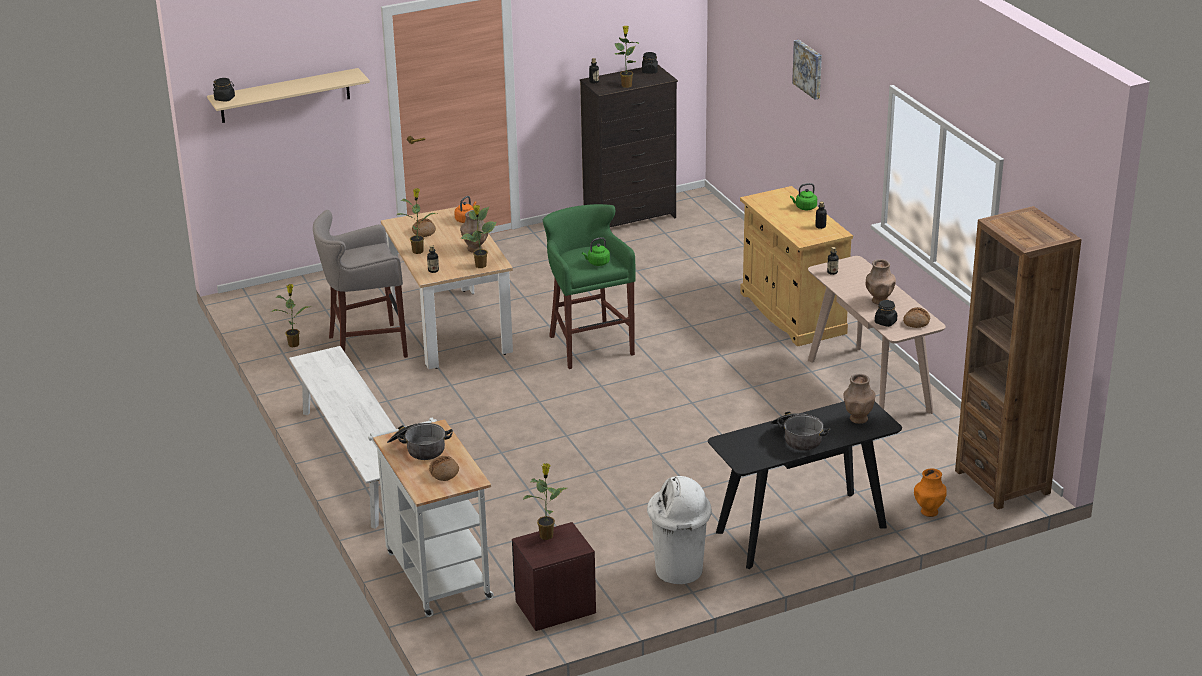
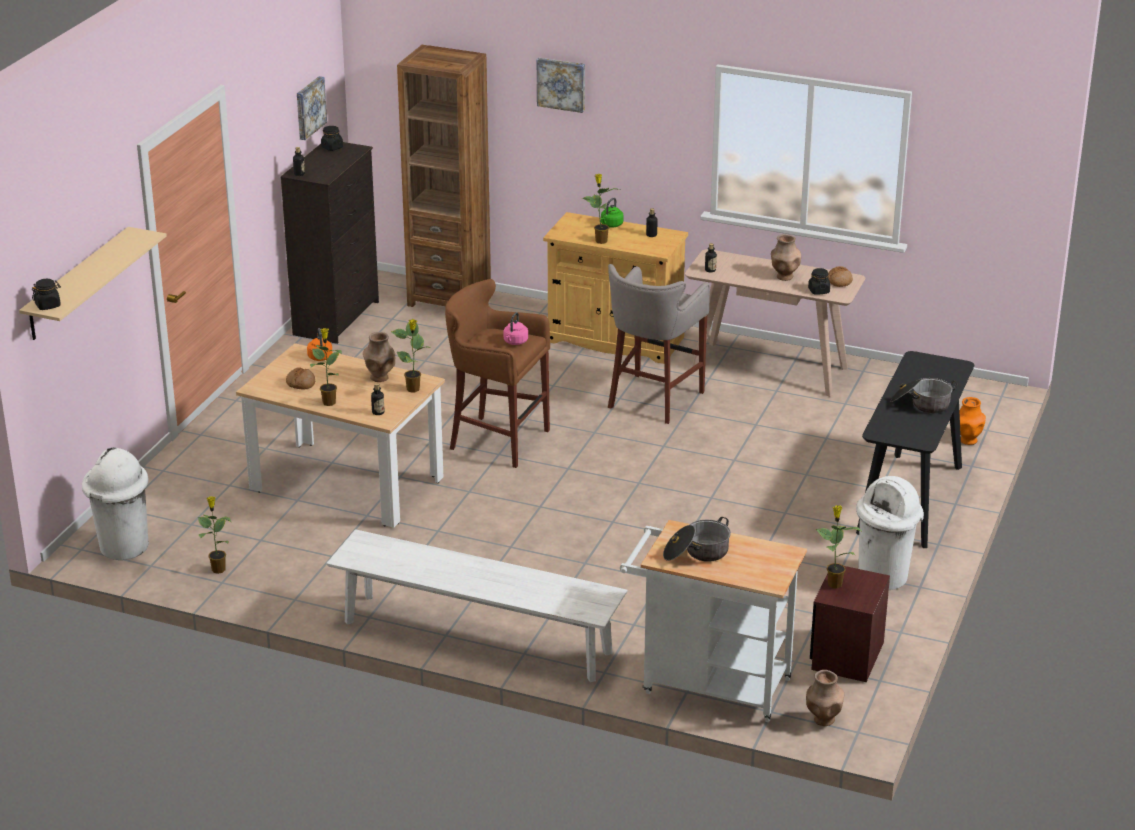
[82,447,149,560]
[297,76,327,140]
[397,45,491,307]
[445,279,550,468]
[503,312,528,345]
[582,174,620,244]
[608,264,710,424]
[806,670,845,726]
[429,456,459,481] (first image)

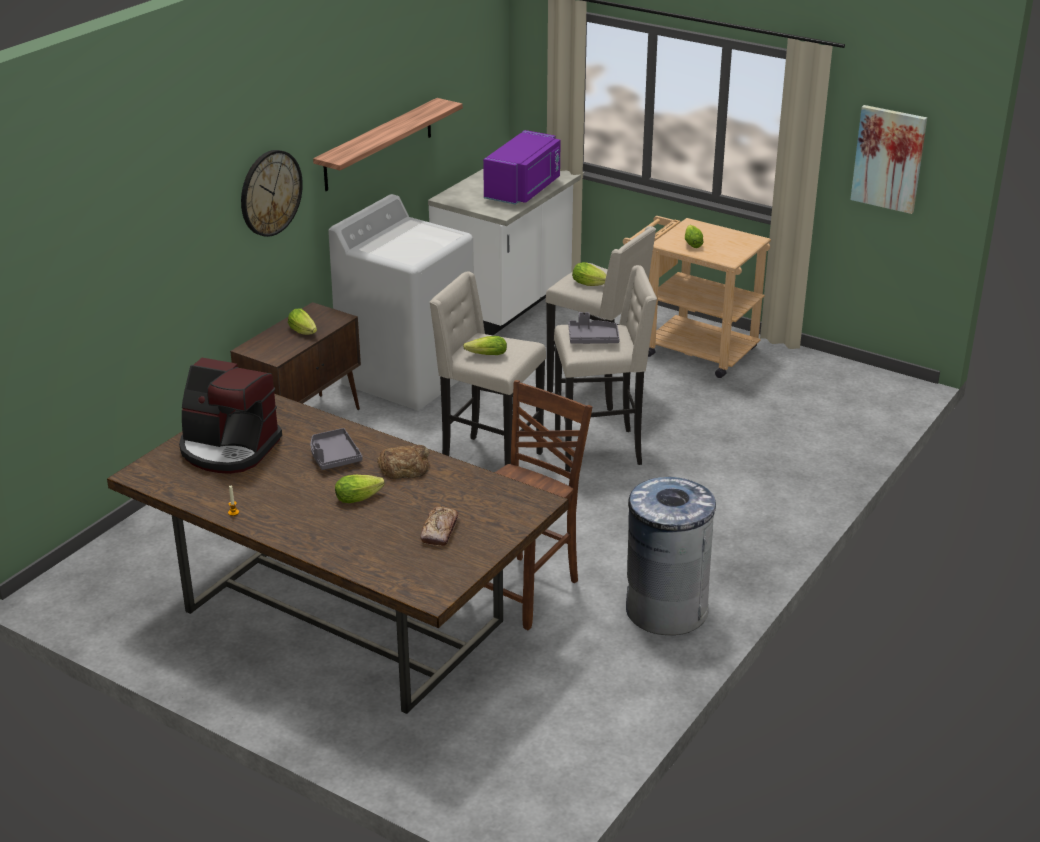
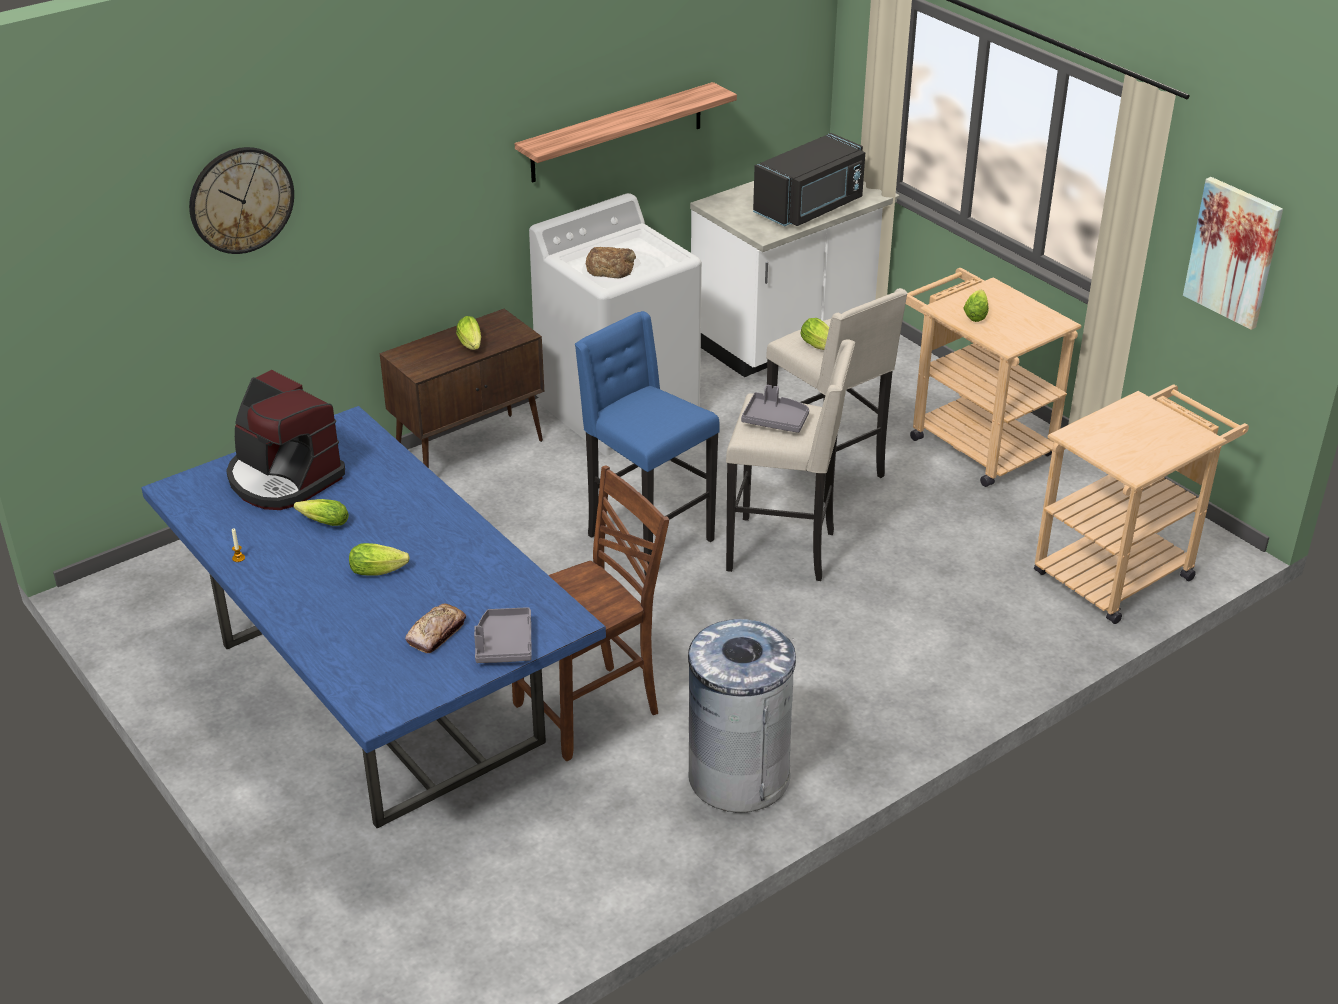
[141,406,606,829]
[189,147,294,254]
[294,499,349,526]
[474,607,532,663]
[575,311,720,576]
[585,247,636,278]
[753,133,865,227]
[1034,385,1249,624]

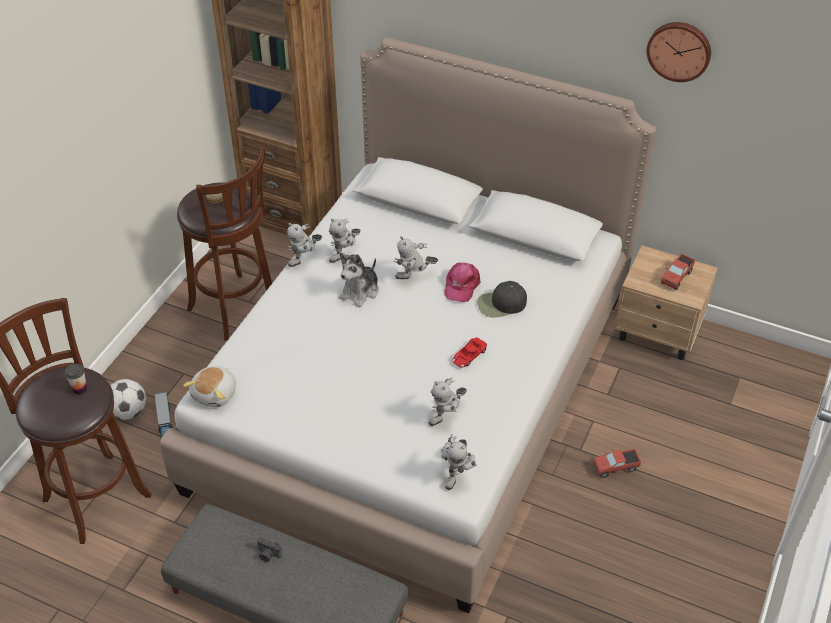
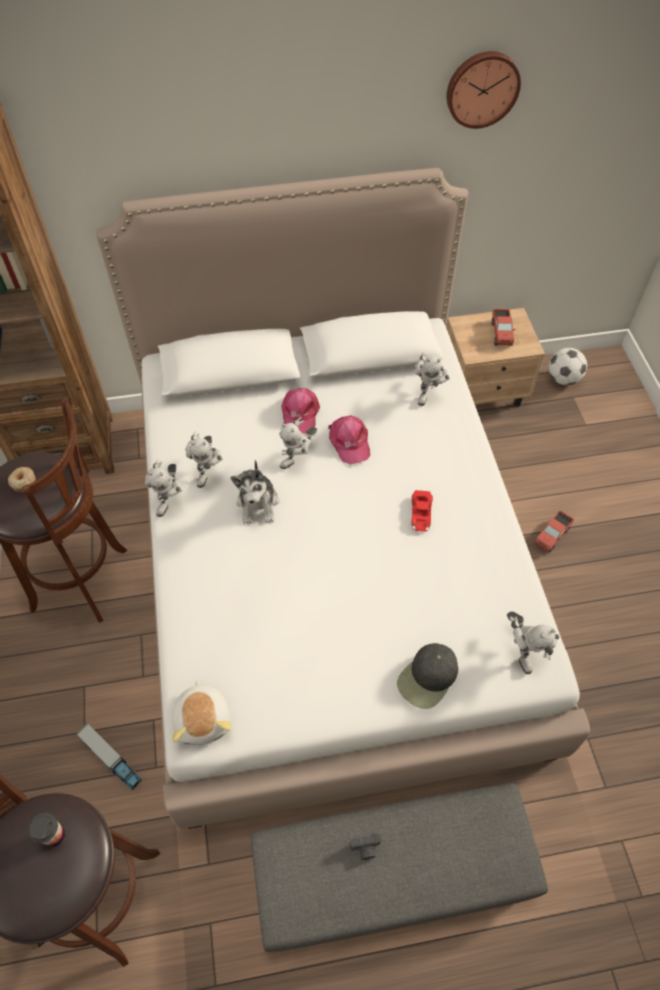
[281,388,320,434]
[397,643,458,709]
[415,353,450,406]
[549,348,587,385]

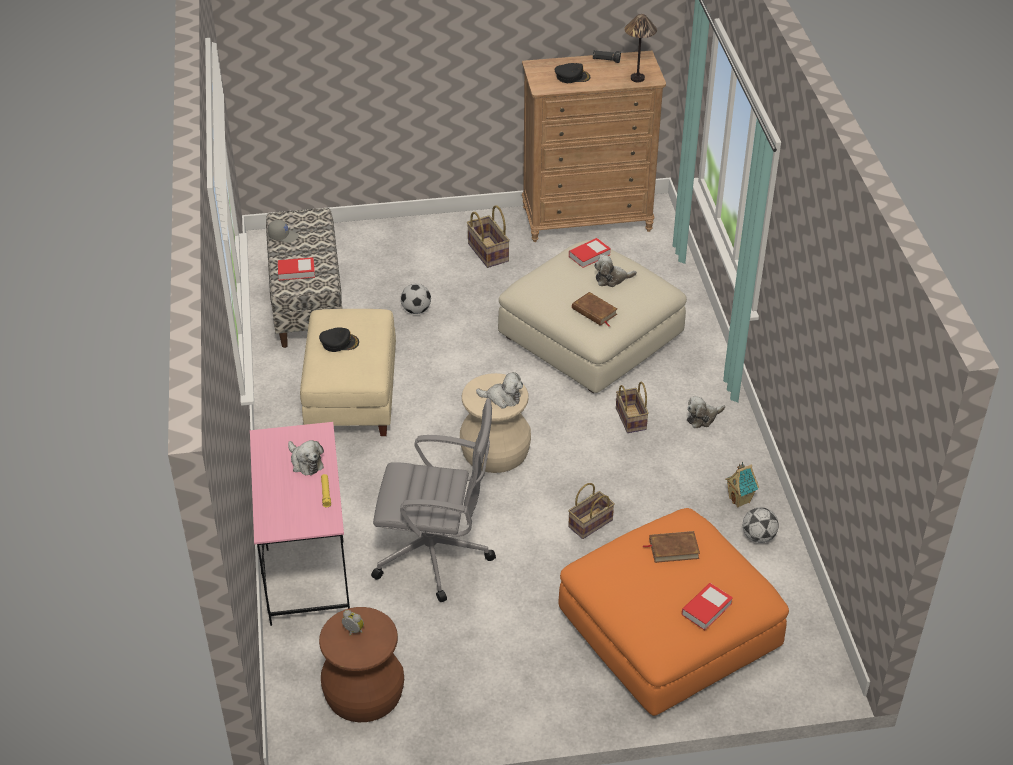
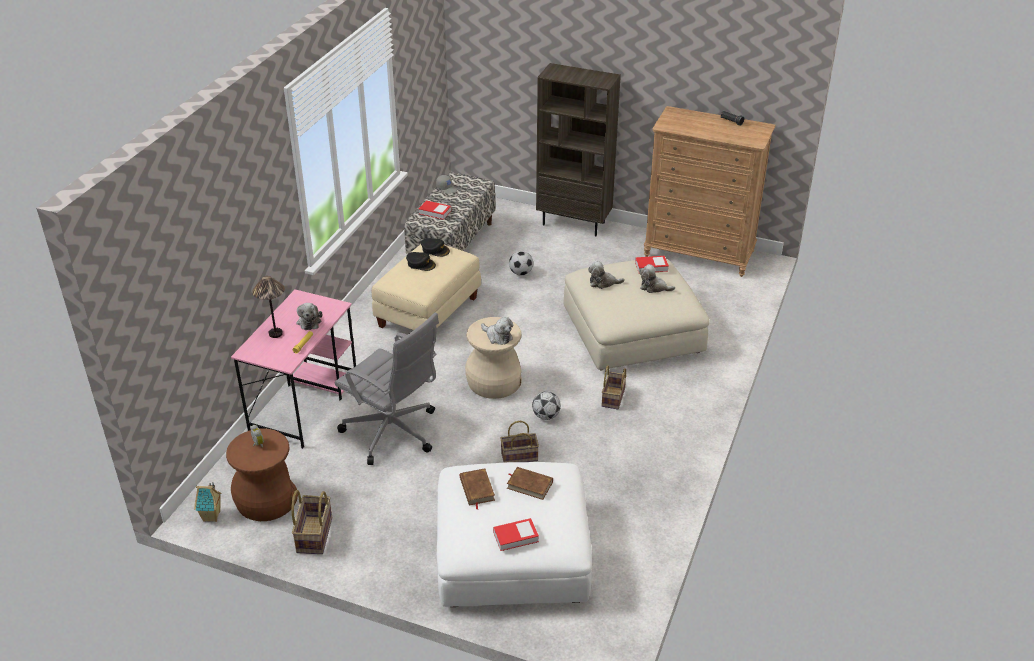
[194,482,222,522]
[252,276,285,338]
[291,490,332,554]
[421,238,450,257]
[437,462,592,607]
[460,468,495,510]
[532,391,561,420]
[536,63,621,236]
[588,261,625,289]

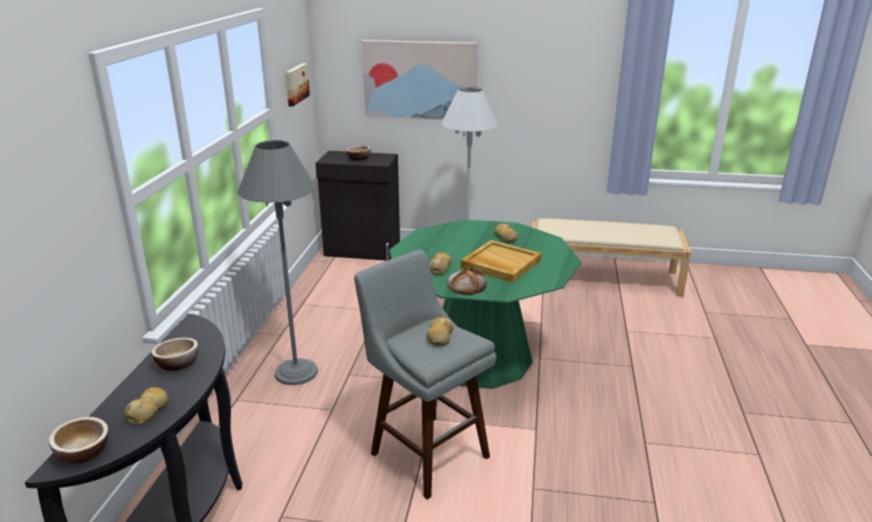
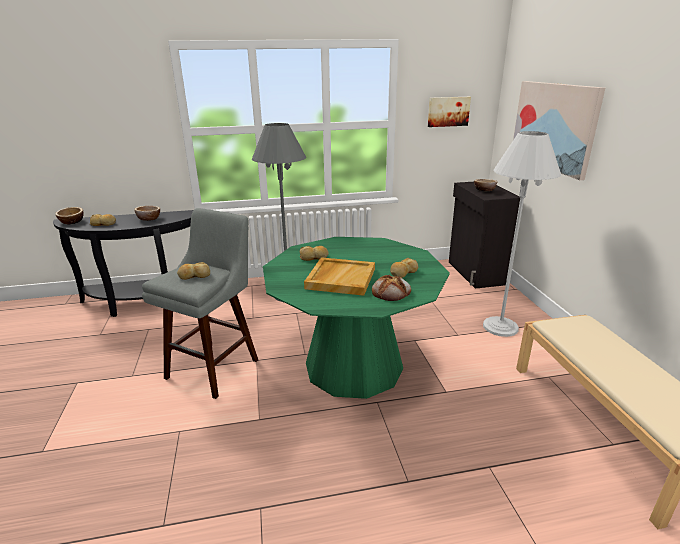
[372,275,411,301]

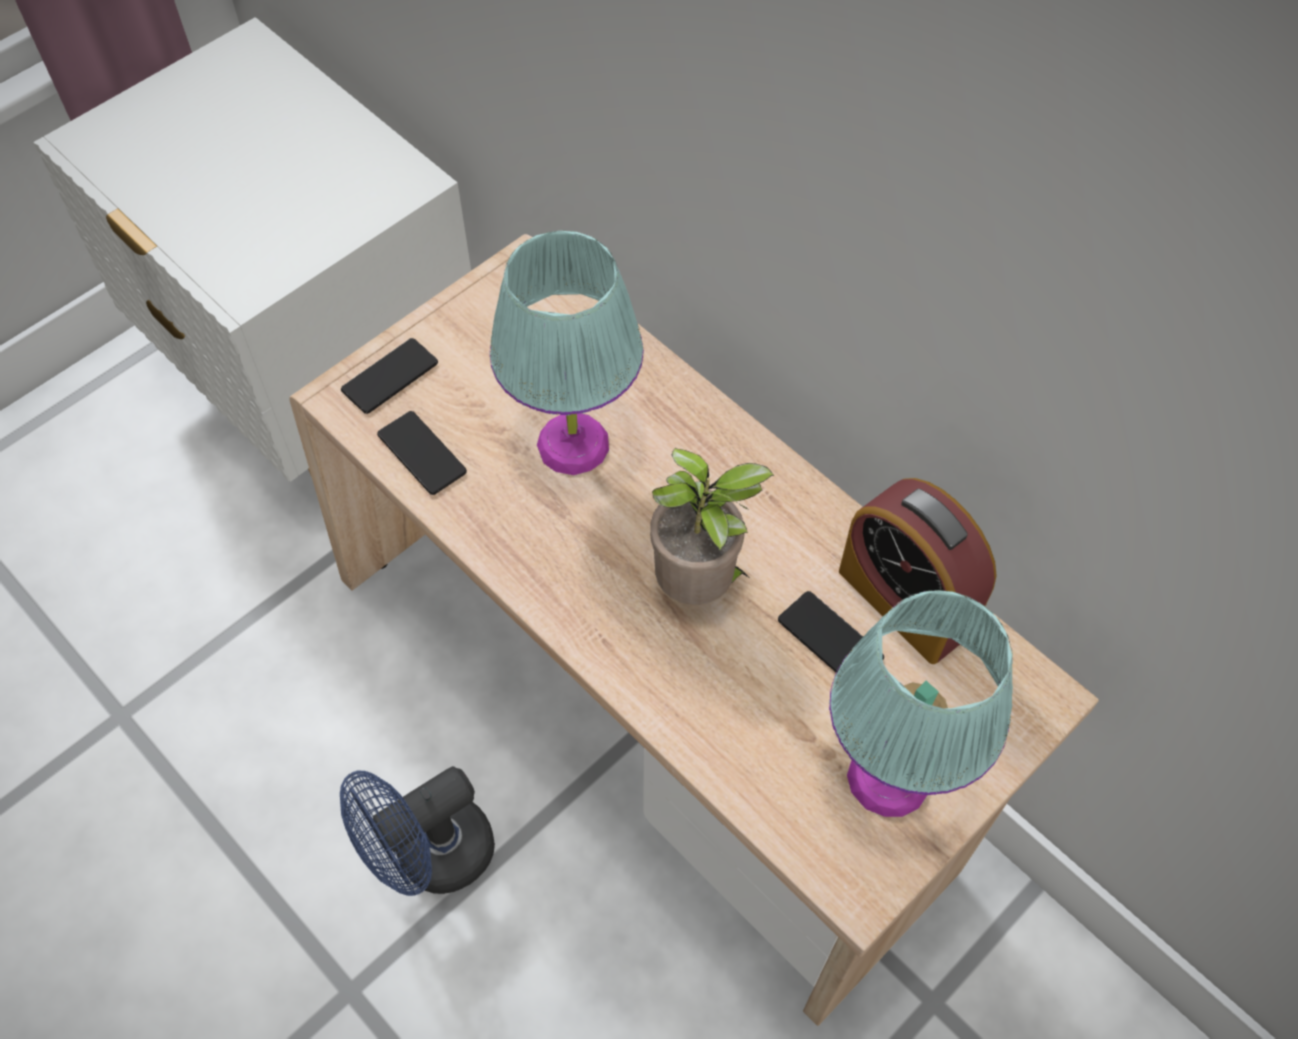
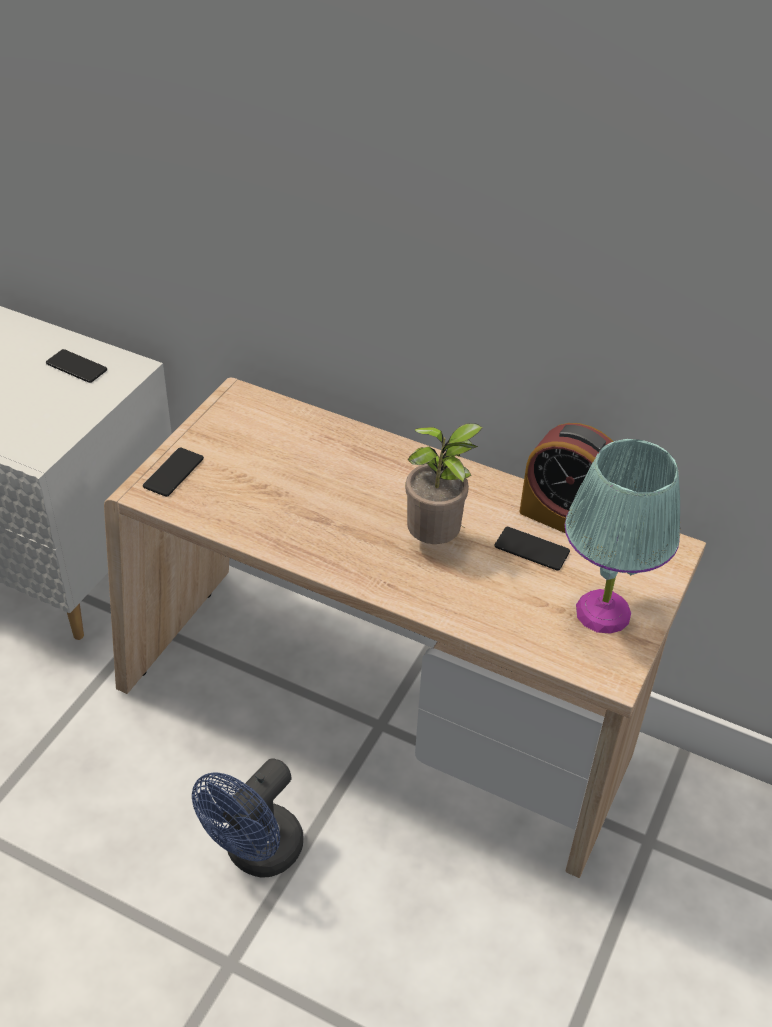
[46,349,107,383]
[490,231,644,475] (first image)

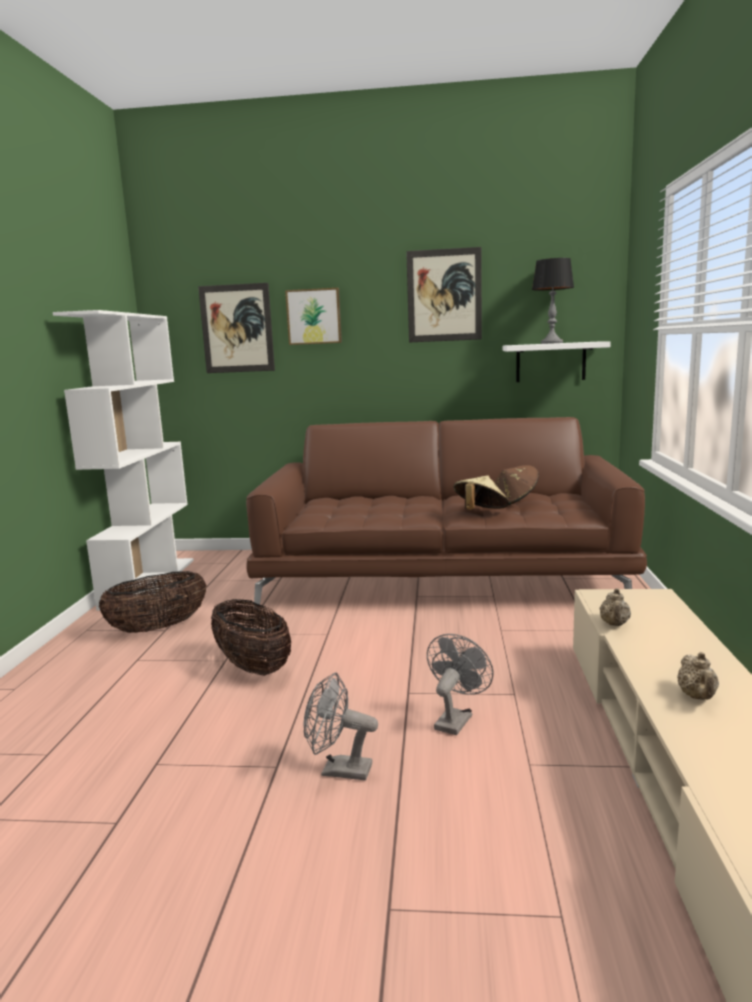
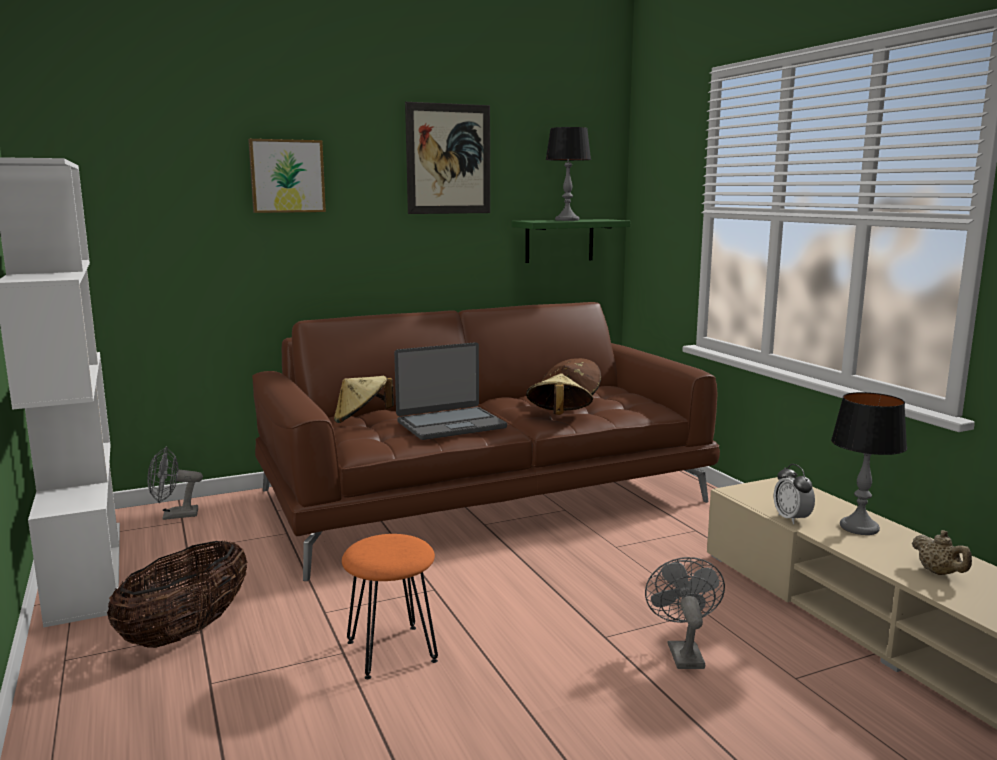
[147,446,203,520]
[334,376,394,423]
[342,534,438,679]
[394,342,507,440]
[512,219,630,263]
[774,464,815,524]
[831,392,907,535]
[198,283,275,373] (first image)

